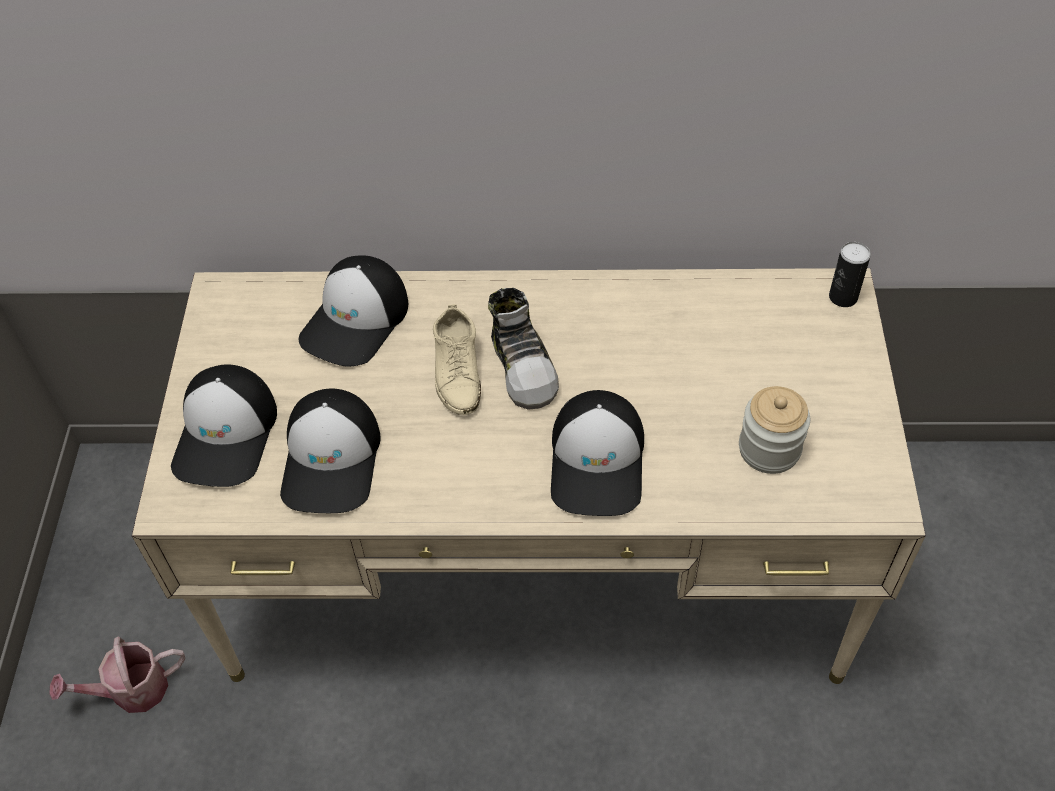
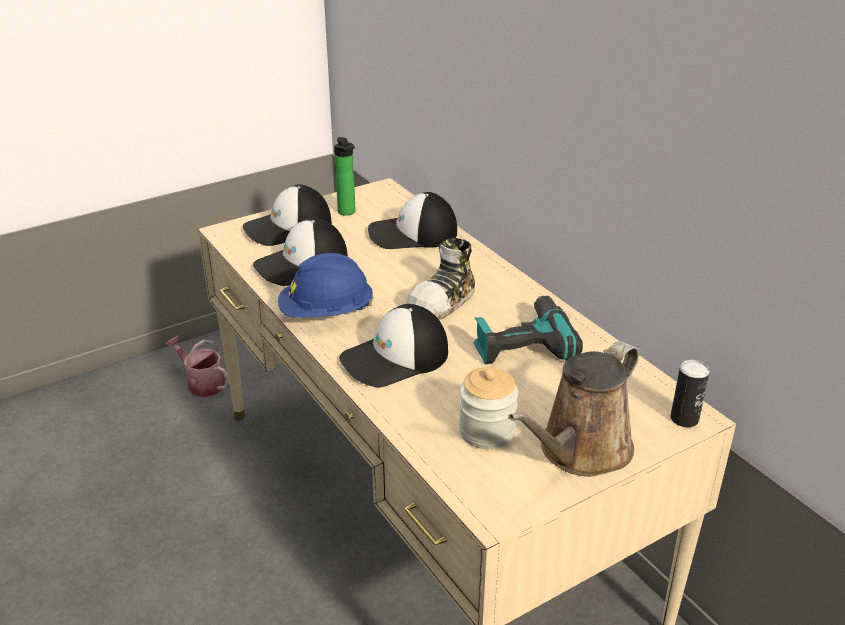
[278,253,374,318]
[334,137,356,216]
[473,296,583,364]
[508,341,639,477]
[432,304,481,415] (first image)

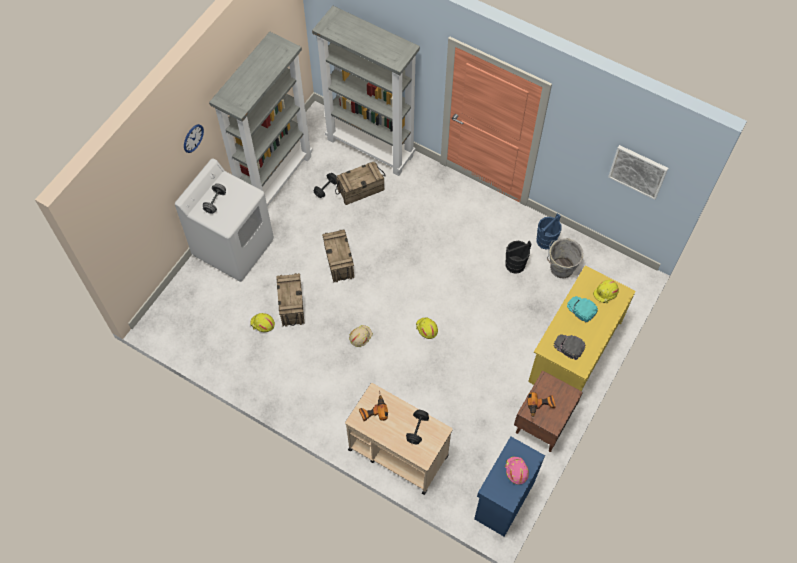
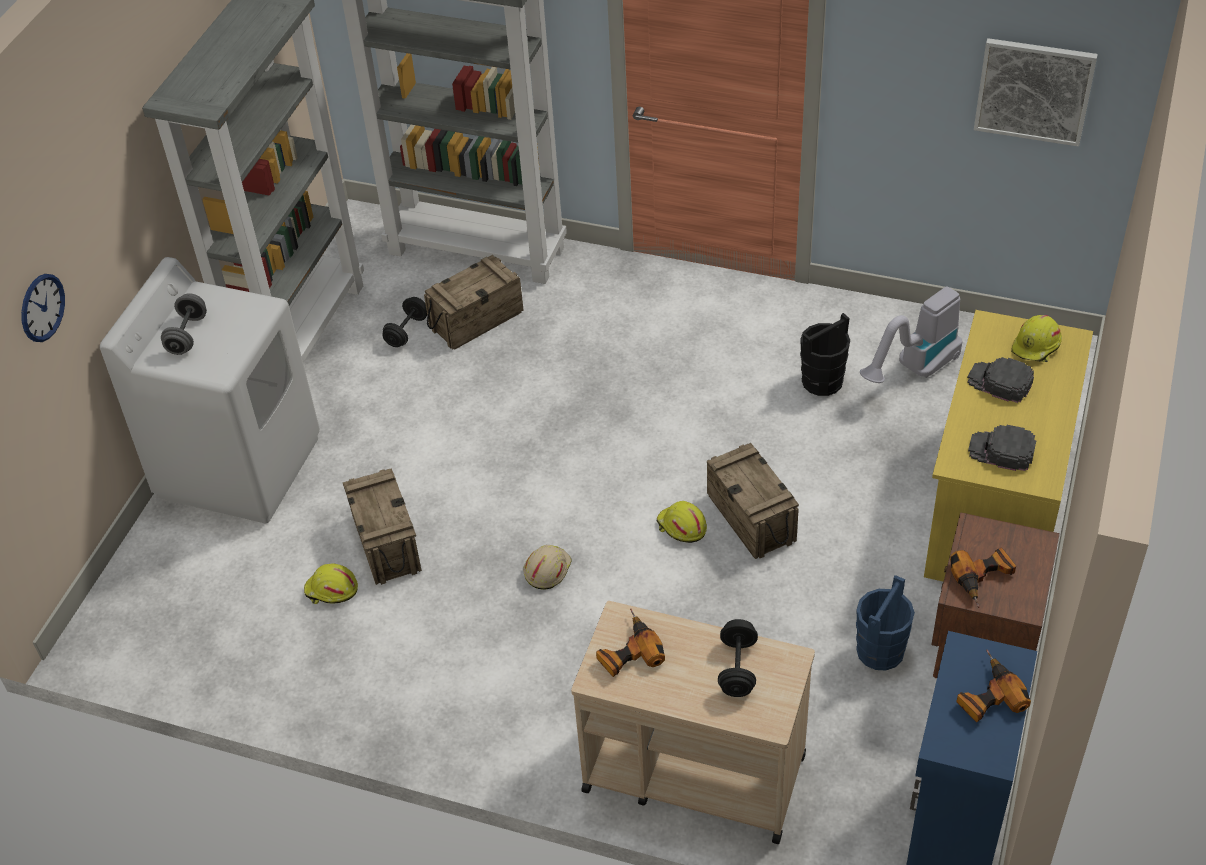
[21,274,65,342]
[707,443,799,559]
[856,575,915,671]
[860,287,962,383]
[956,650,1031,722]
[967,357,1034,403]

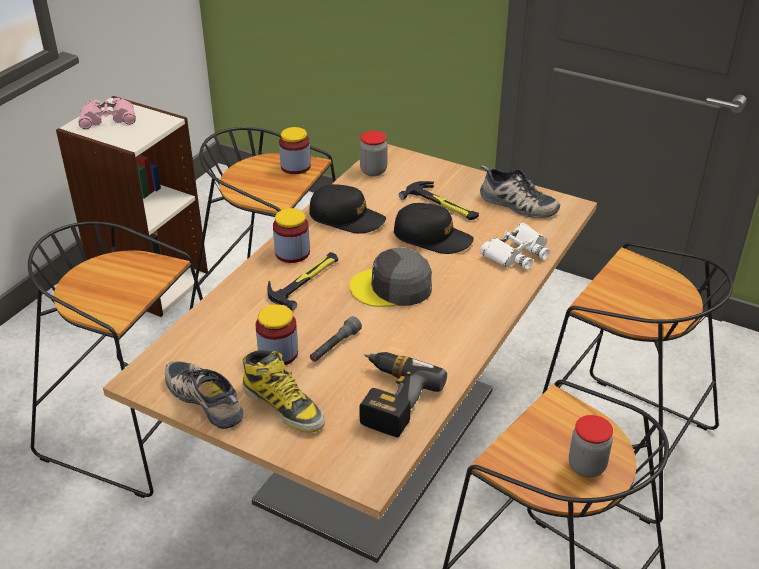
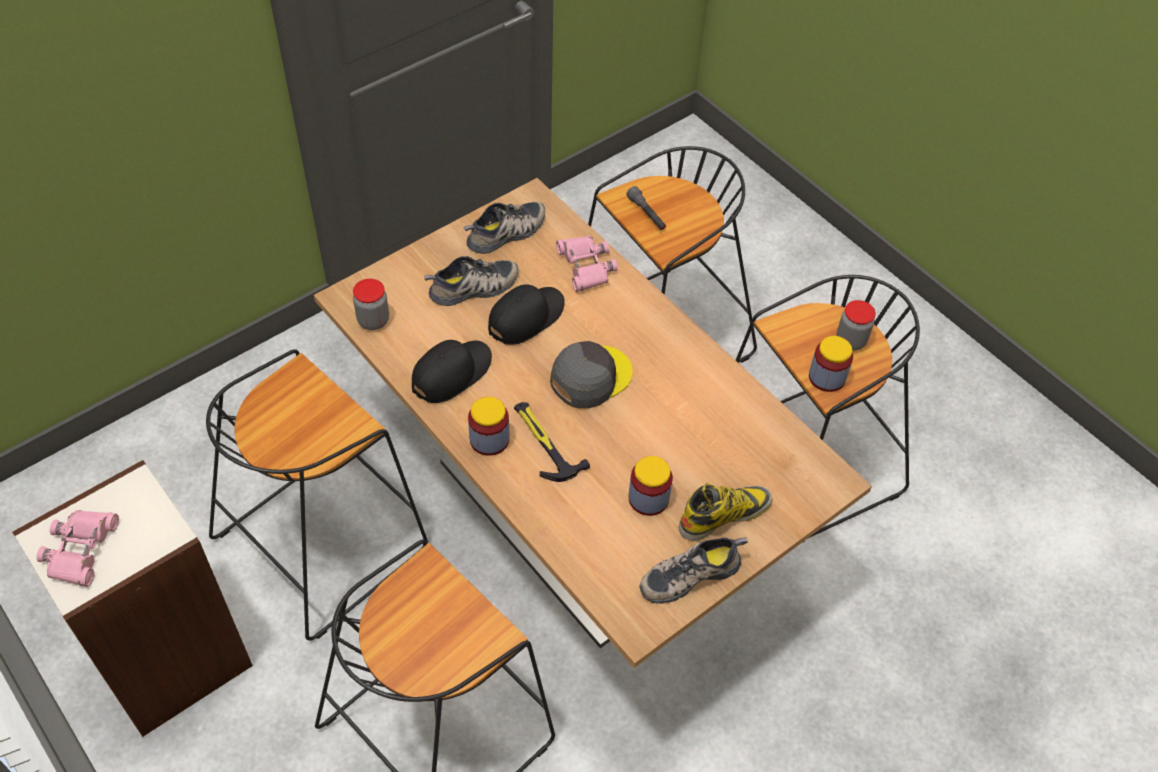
[424,256,519,306]
[550,341,633,409]
[556,236,618,292]
[626,186,666,230]
[809,336,853,392]
[359,352,447,437] (first image)

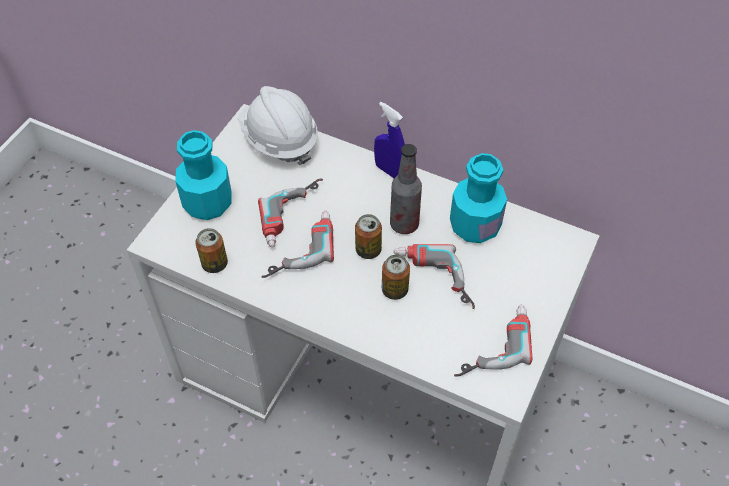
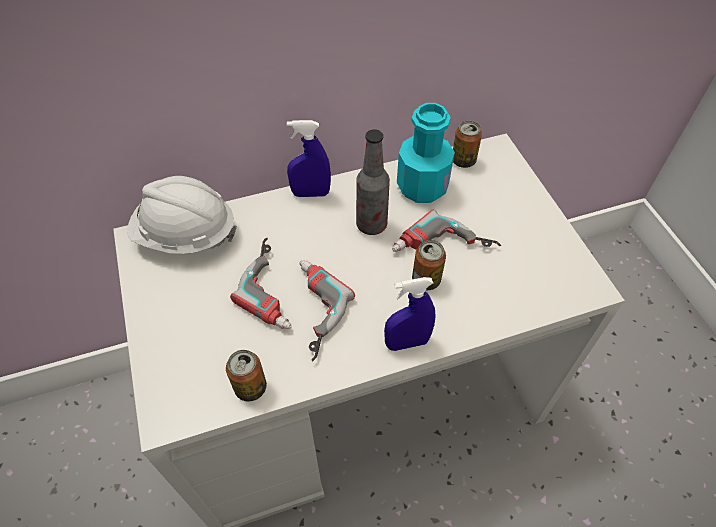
[384,277,436,351]
[453,121,482,168]
[175,130,232,220] (first image)
[454,305,533,376] (first image)

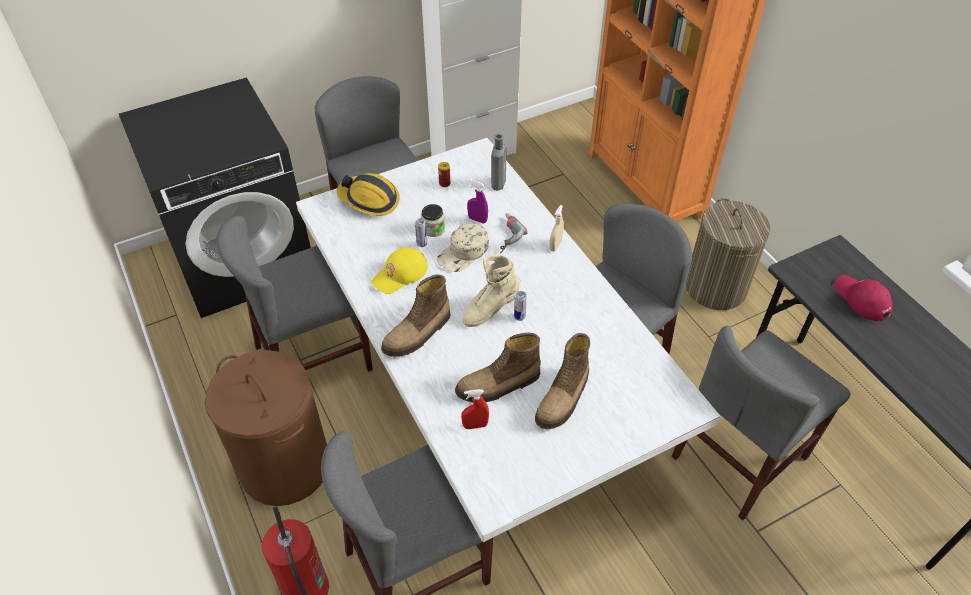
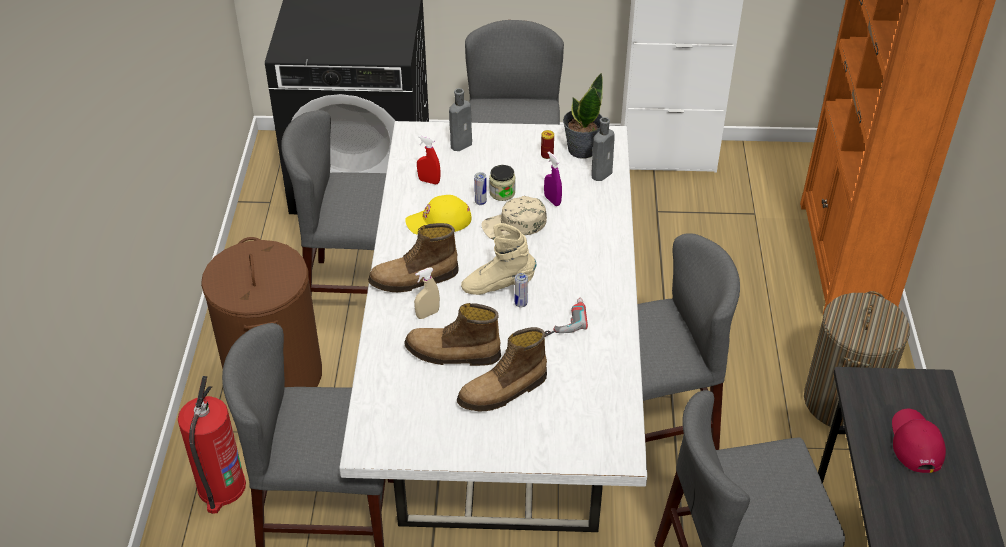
[414,267,440,319]
[417,135,440,185]
[449,88,472,151]
[545,298,588,337]
[563,72,603,159]

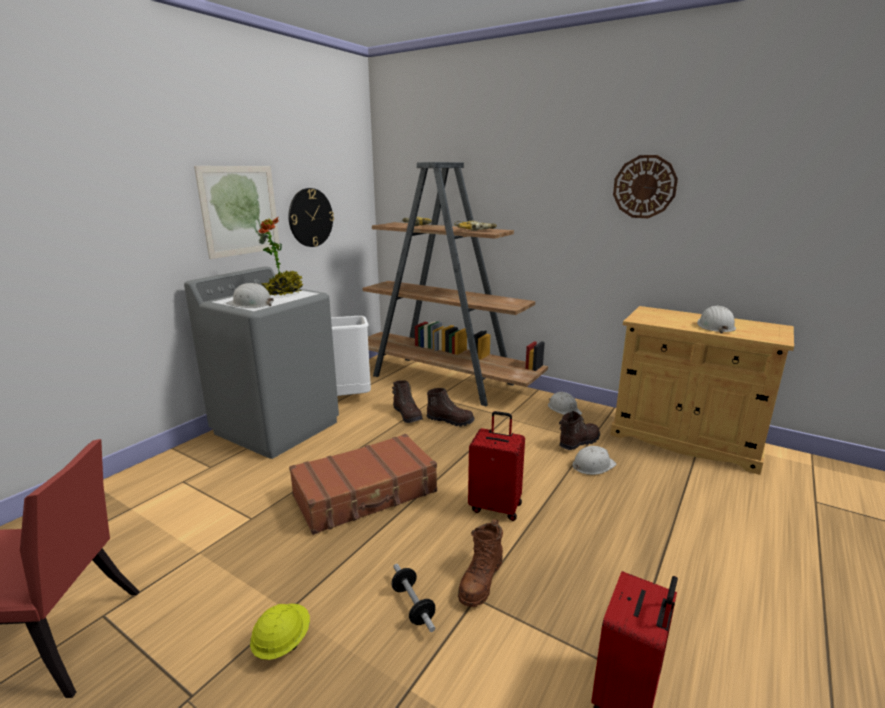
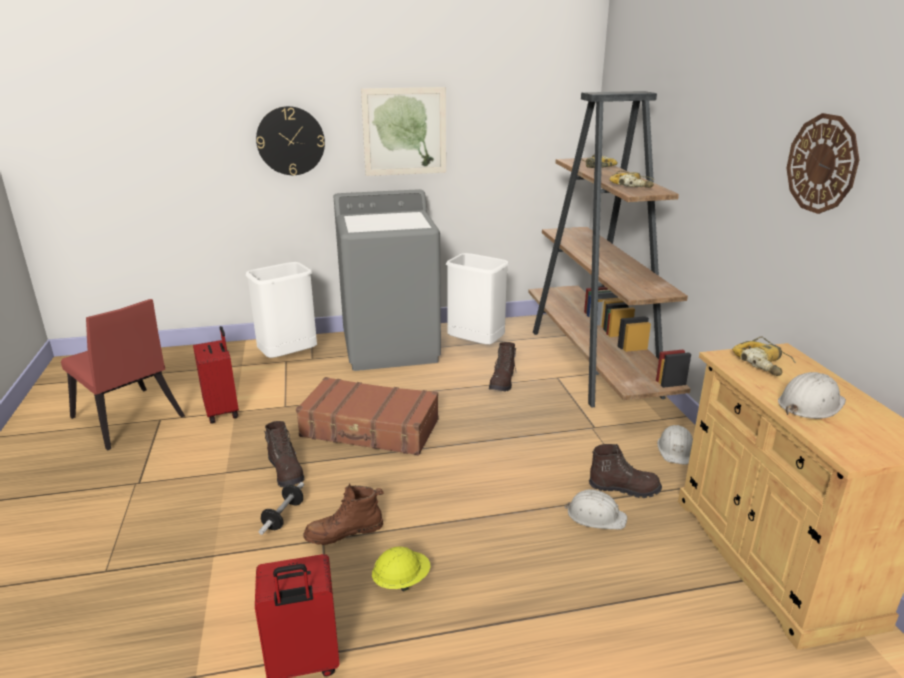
[193,326,239,424]
[246,262,317,358]
[256,106,325,175]
[264,421,304,488]
[372,547,430,592]
[732,337,796,376]
[226,283,273,308] (first image)
[258,216,303,295] (first image)

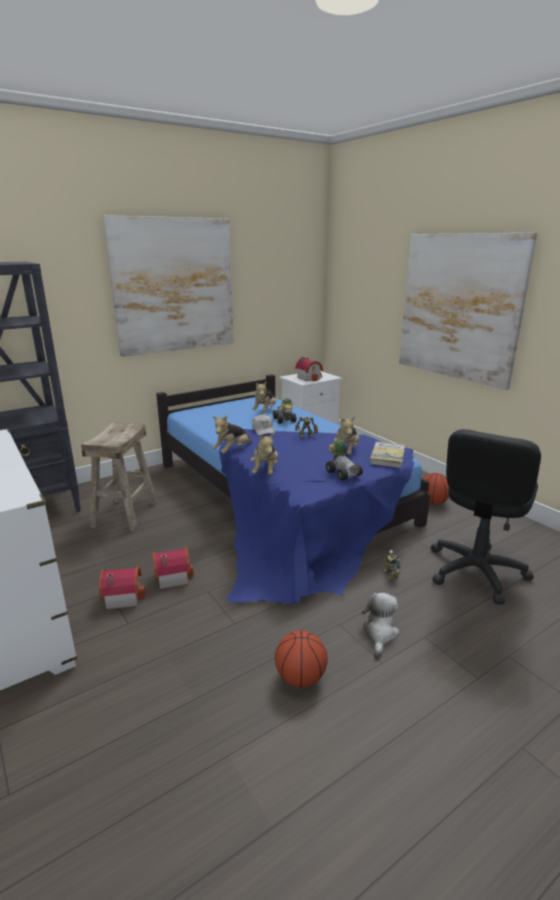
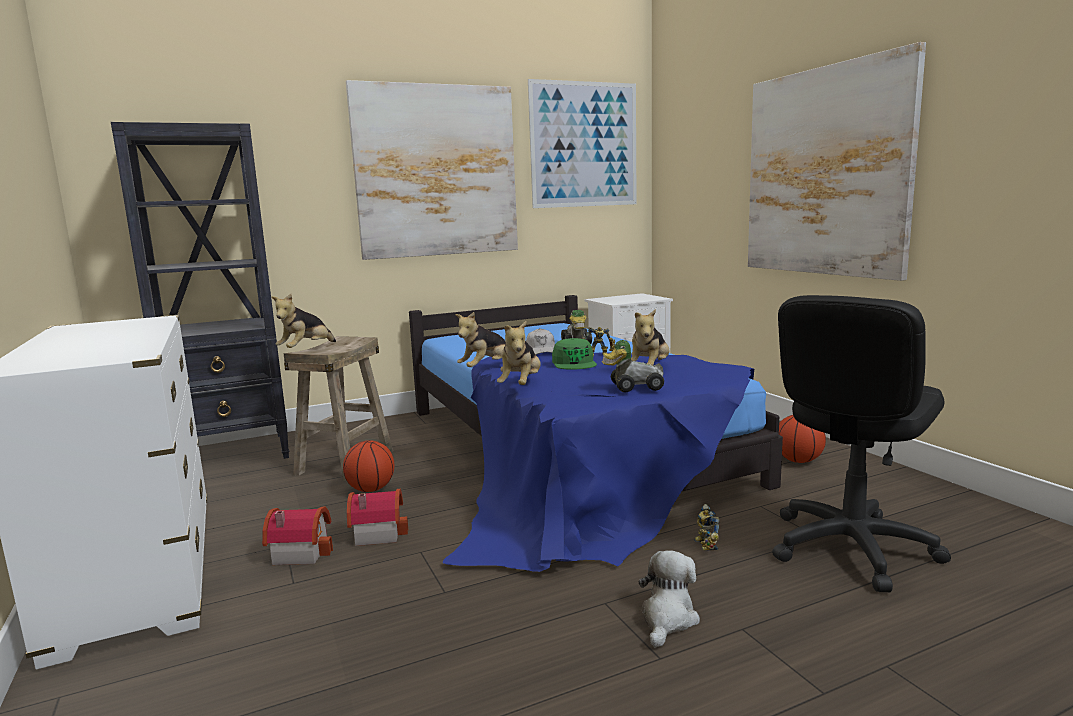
[272,294,336,348]
[343,440,394,492]
[528,79,637,208]
[552,338,597,369]
[602,340,664,393]
[295,357,323,381] (first image)
[370,442,405,468] (first image)

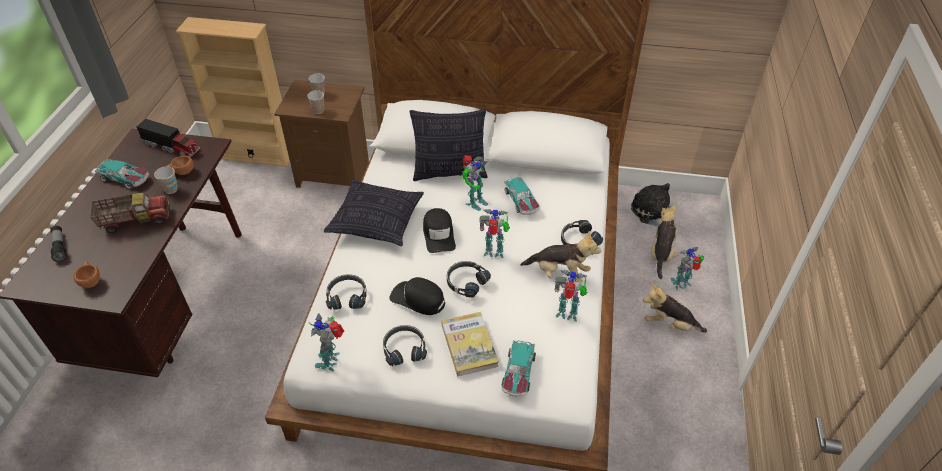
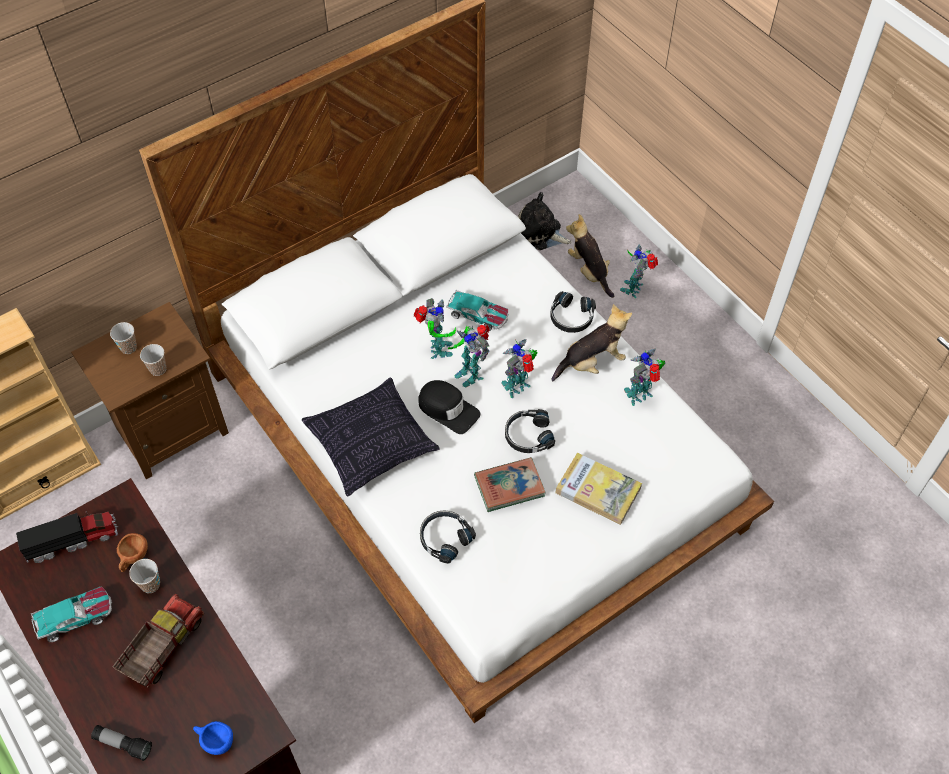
[193,721,233,755]
[448,324,490,387]
[474,457,546,512]
[383,325,427,366] (first image)
[410,109,488,181] (first image)
[502,340,536,397] (first image)
[643,284,707,333] (first image)

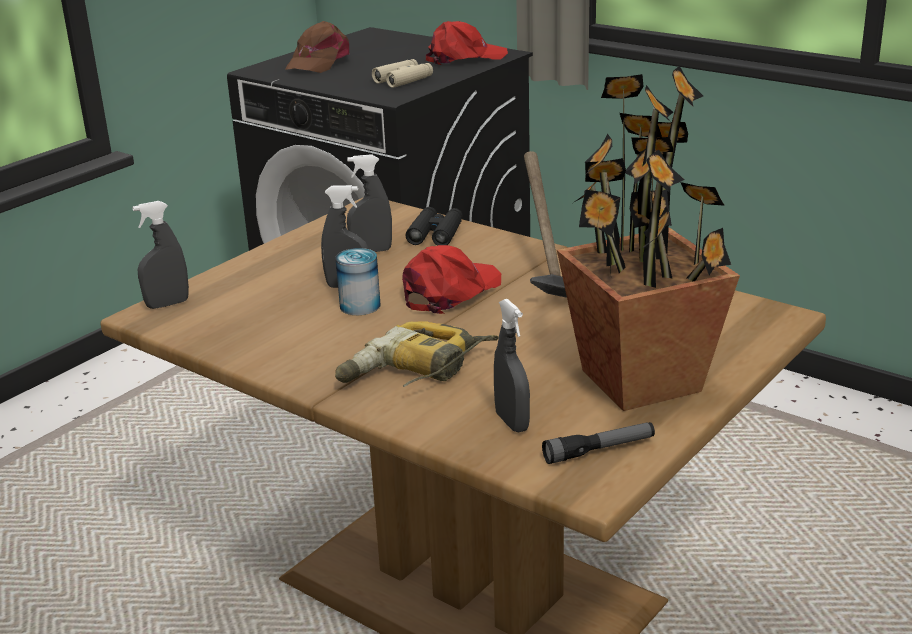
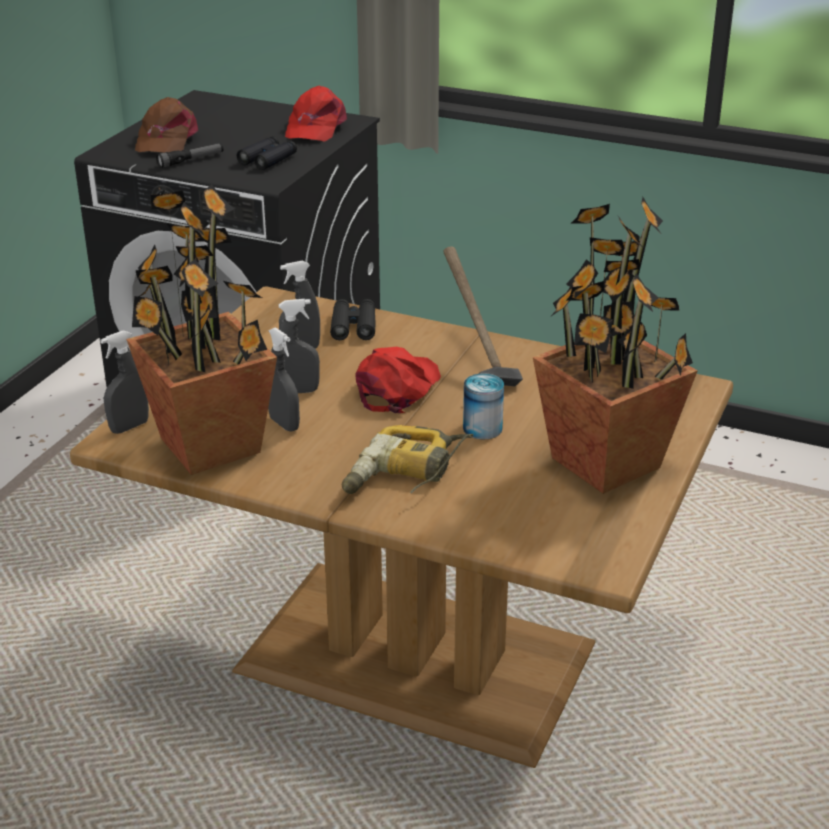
[126,184,277,475]
[156,143,223,168]
[237,136,297,170]
[268,327,300,432]
[285,86,347,141]
[463,373,504,439]

